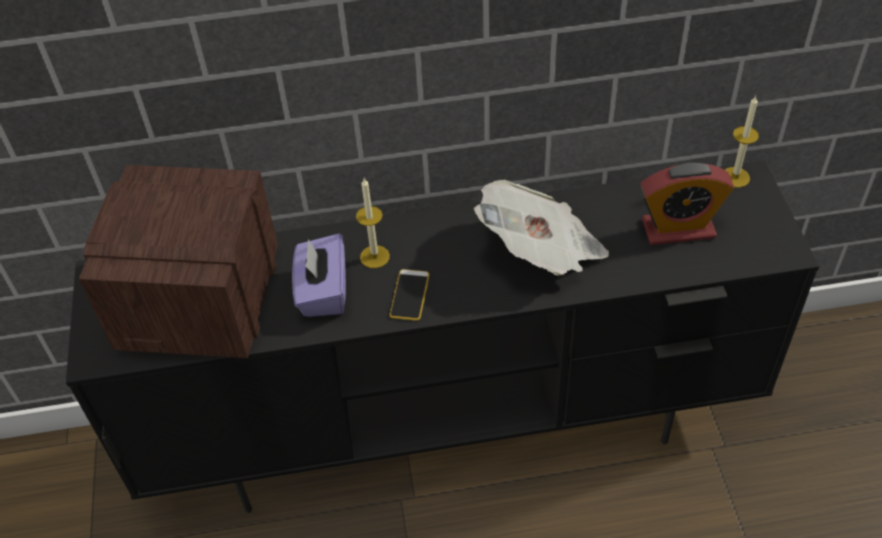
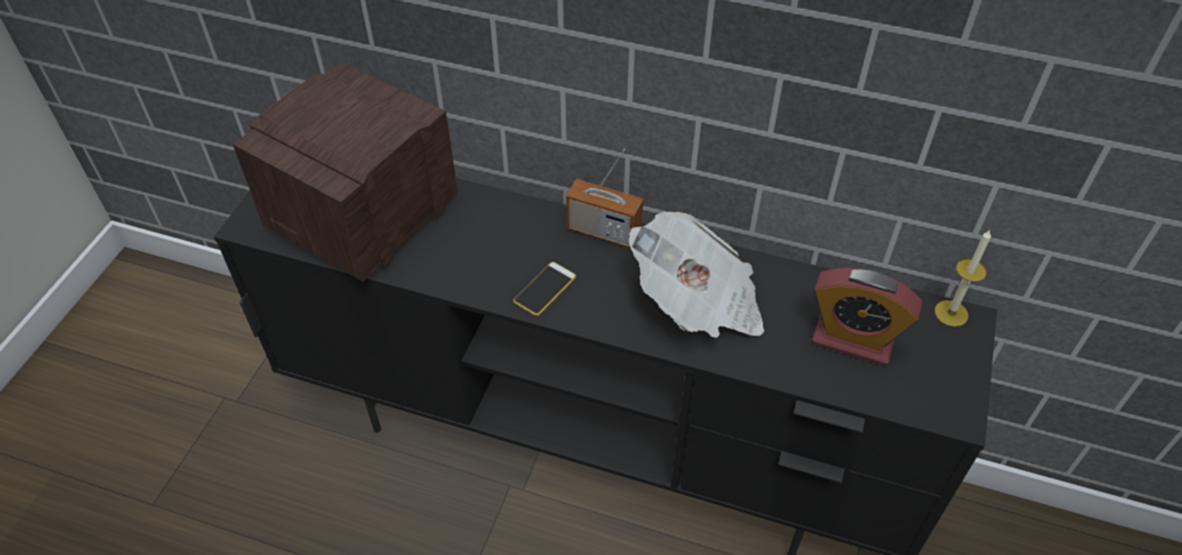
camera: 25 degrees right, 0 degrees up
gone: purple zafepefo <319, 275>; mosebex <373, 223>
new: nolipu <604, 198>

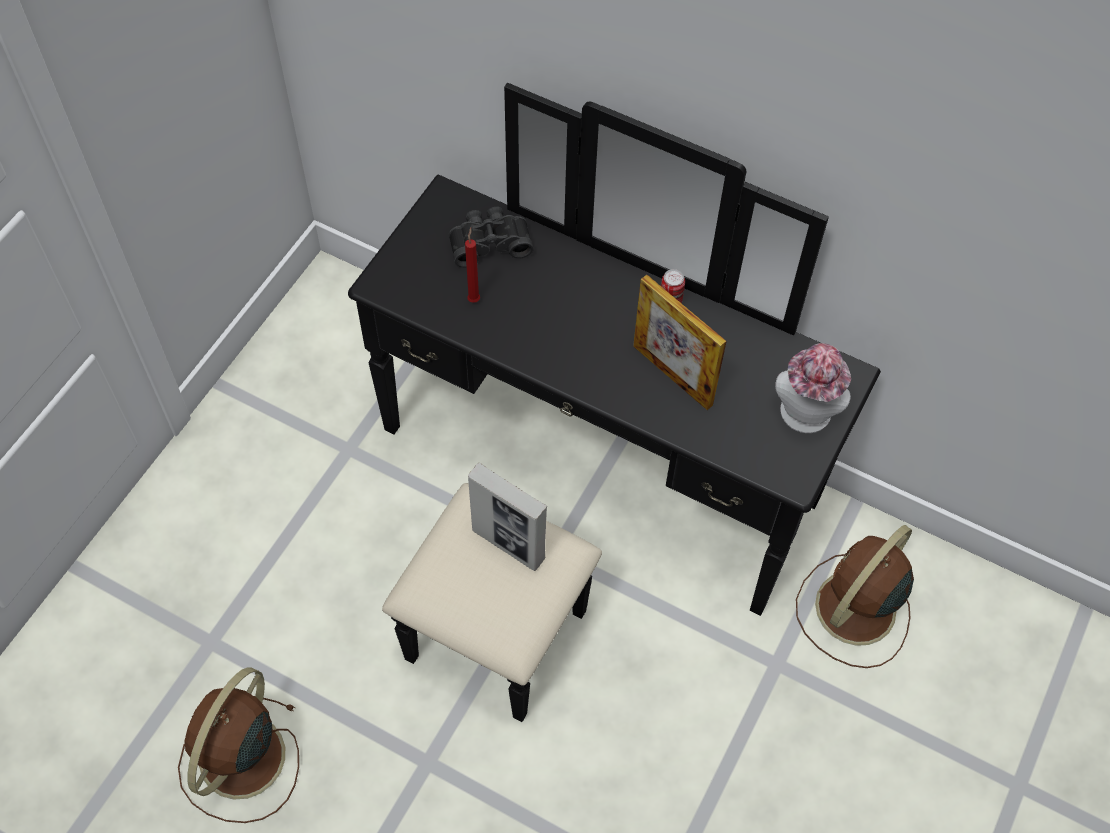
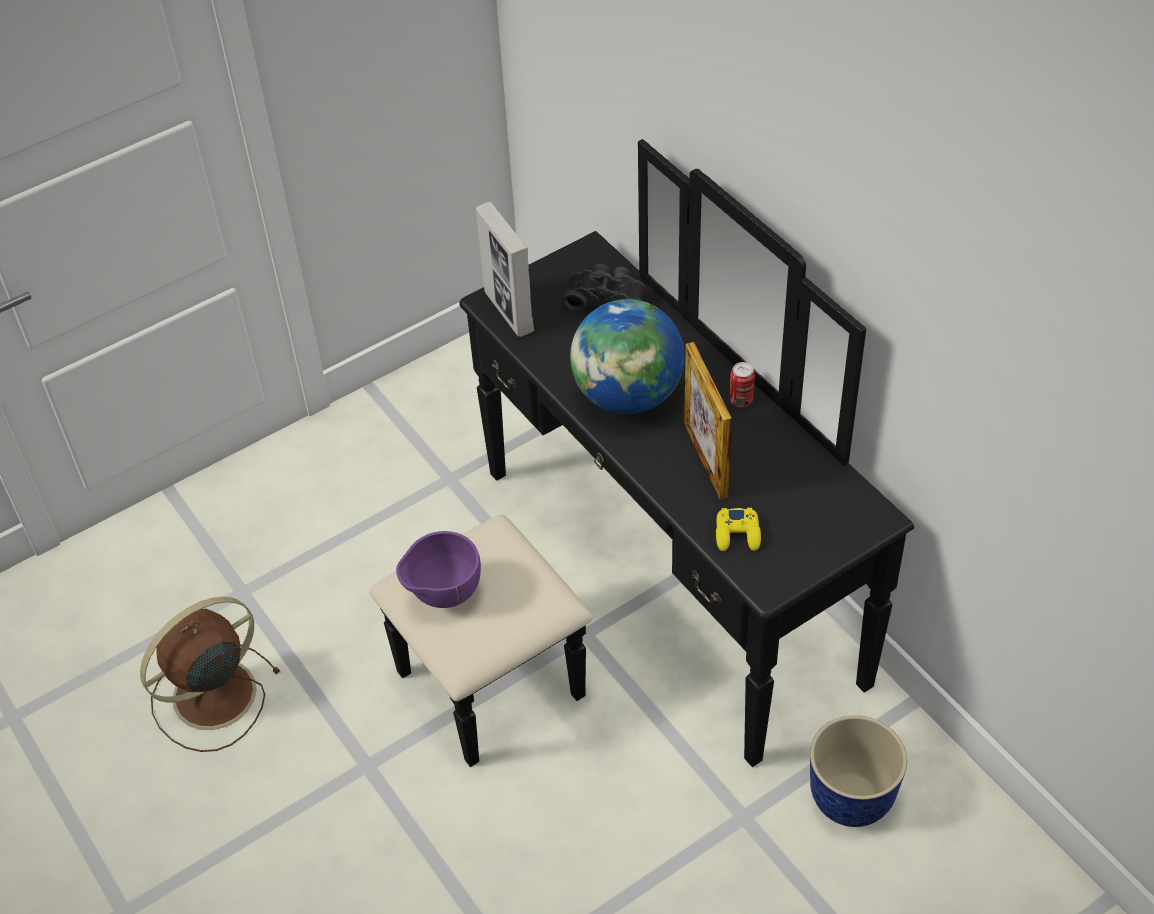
camera: 30 degrees right, 10 degrees down
gone: red mosebex <472, 265>; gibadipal <813, 388>
new: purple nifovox <438, 569>; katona <627, 356>; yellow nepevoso <738, 529>
shifted: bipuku <507, 517> to <505, 269>
swapped: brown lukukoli <855, 596> to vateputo <858, 771>

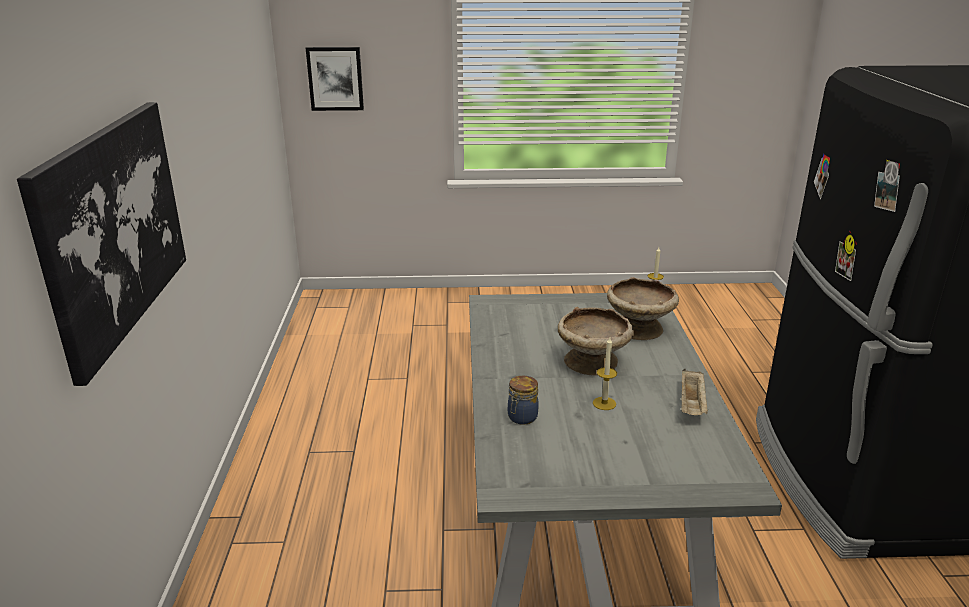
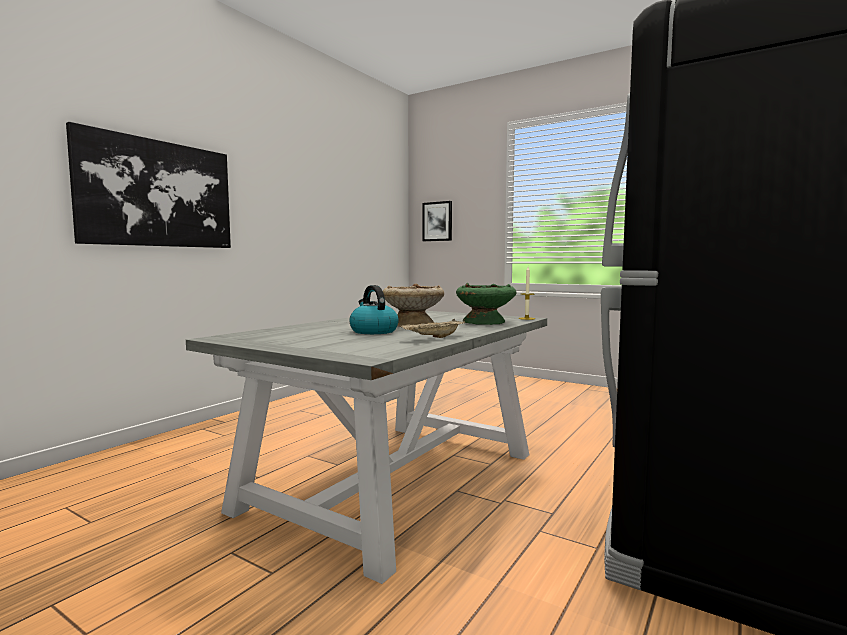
camera: 35 degrees right, 20 degrees down
gone: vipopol <523, 400>
swapped: mosebex <605, 374> to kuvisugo <374, 309>
repainted: beige nifovox <643, 308> to green nifovox <486, 304>

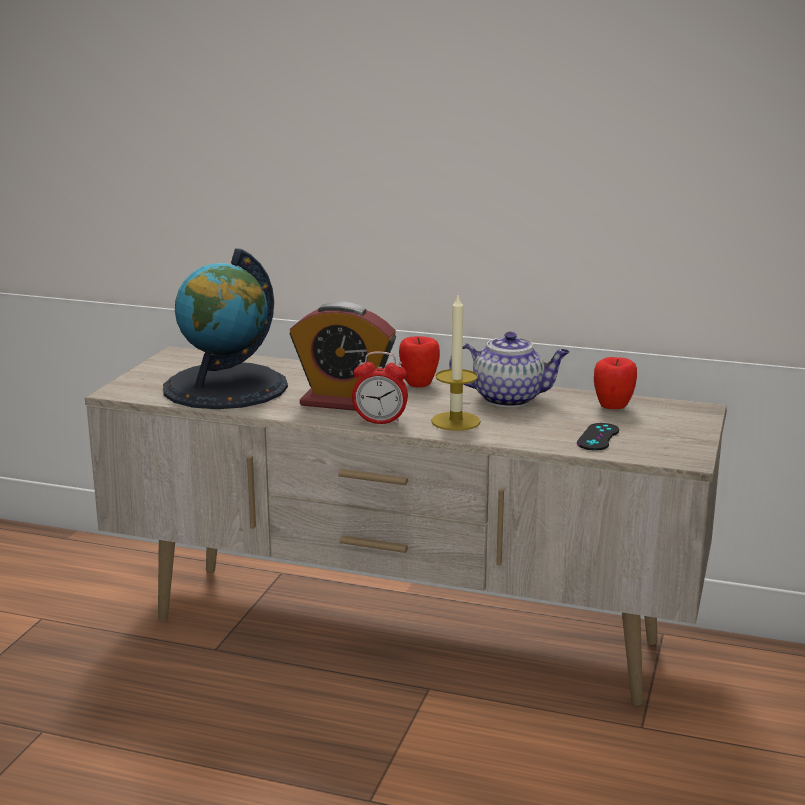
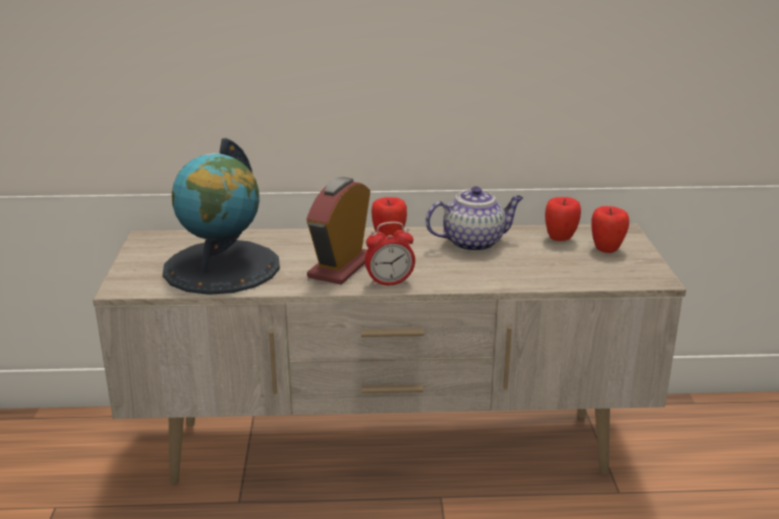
camera: 20 degrees left, 5 degrees up
gone: mosebex <456, 363>; black nepevoso <598, 437>
new: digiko <610, 229>
rotated: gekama <343, 356> = <338, 231> 120 degrees clockwise

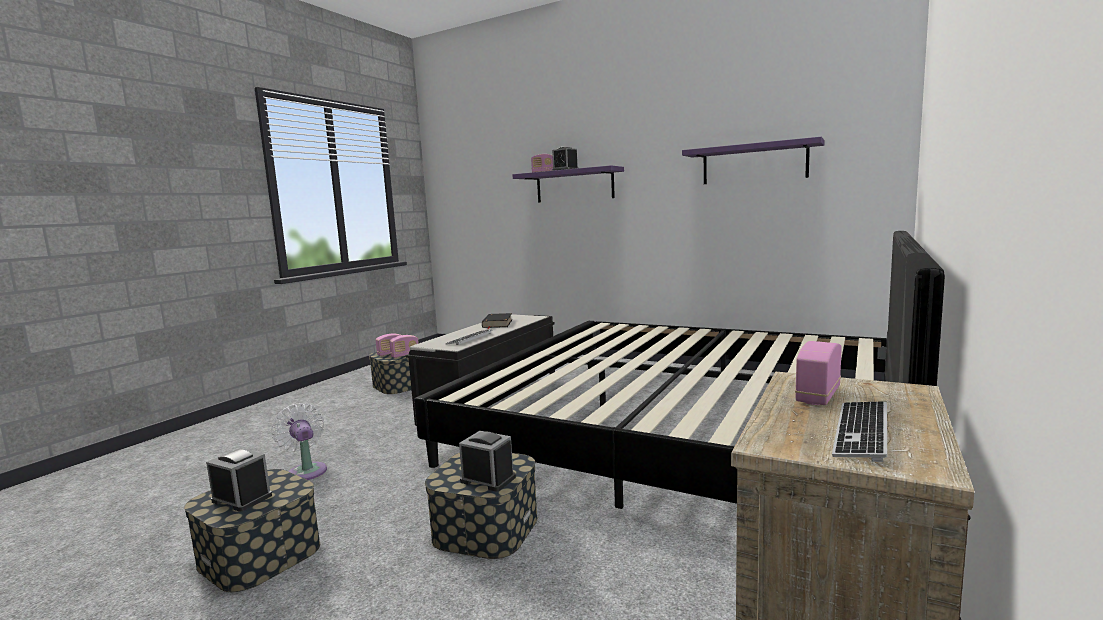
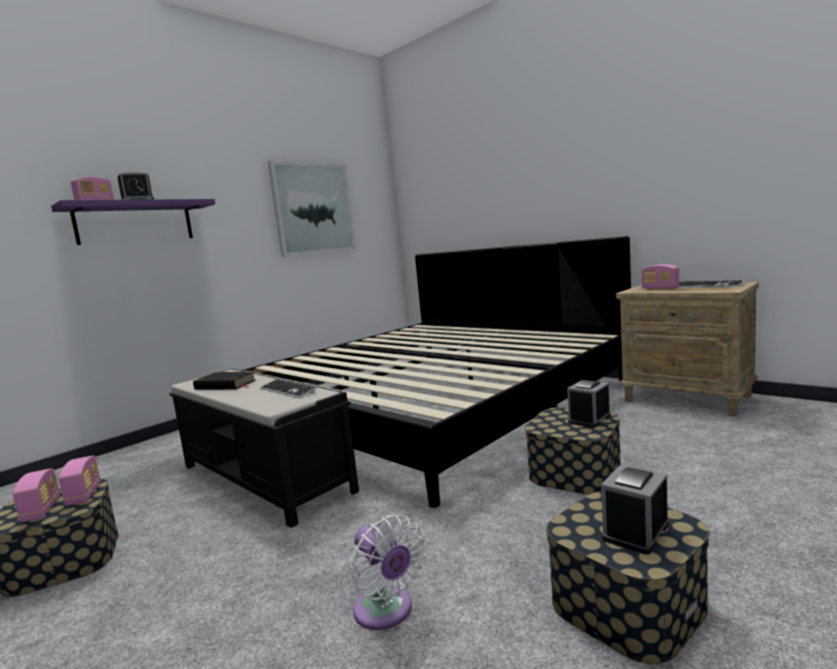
camera: 75 degrees left, 0 degrees up
swapped: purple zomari <753, 160> to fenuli <312, 208>
rotated: white lukukoli <299, 441> = <388, 572> 105 degrees counterclockwise

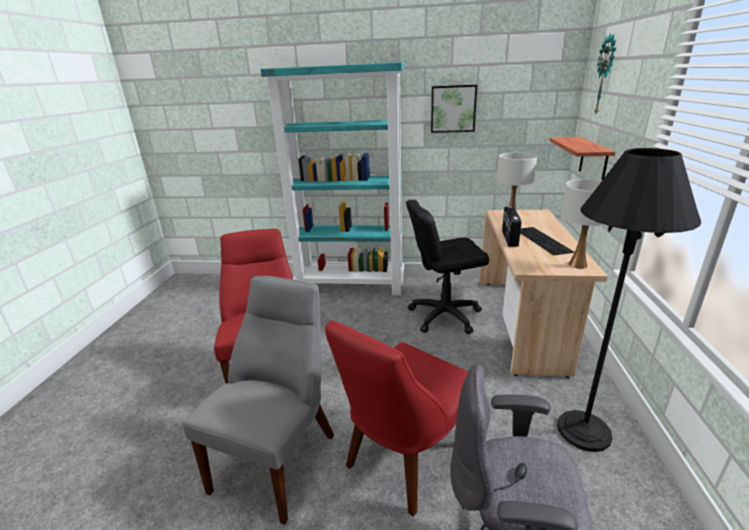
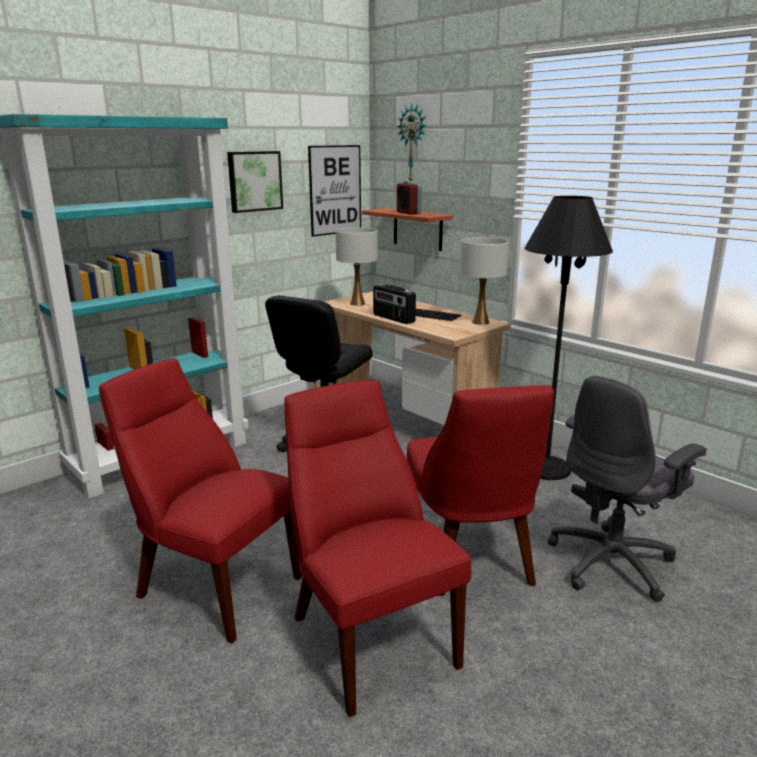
camera: 50 degrees left, 5 degrees down
new: fenuli <334, 191>; gekama <409, 198>
repainted: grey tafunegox <258, 400> to red tafunegox <377, 548>

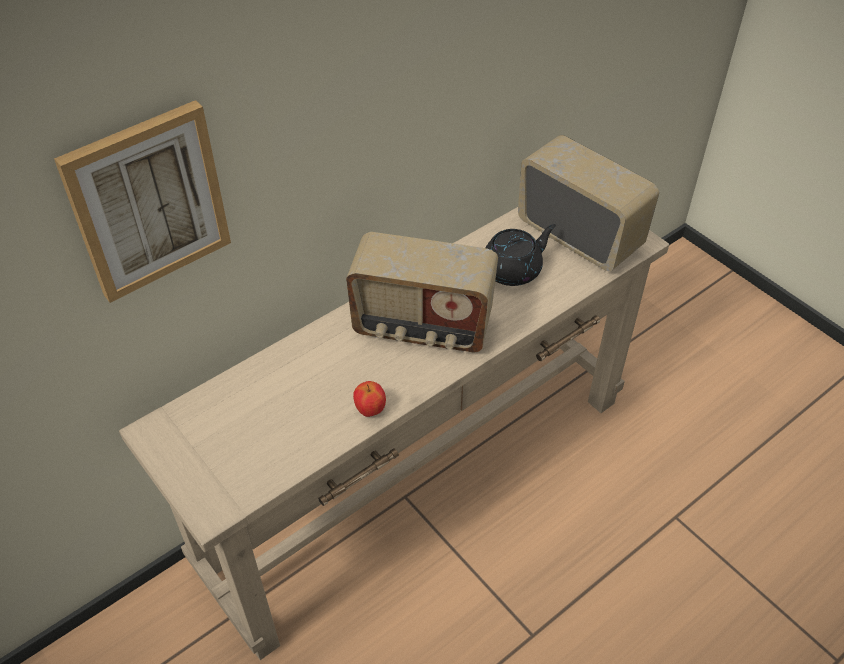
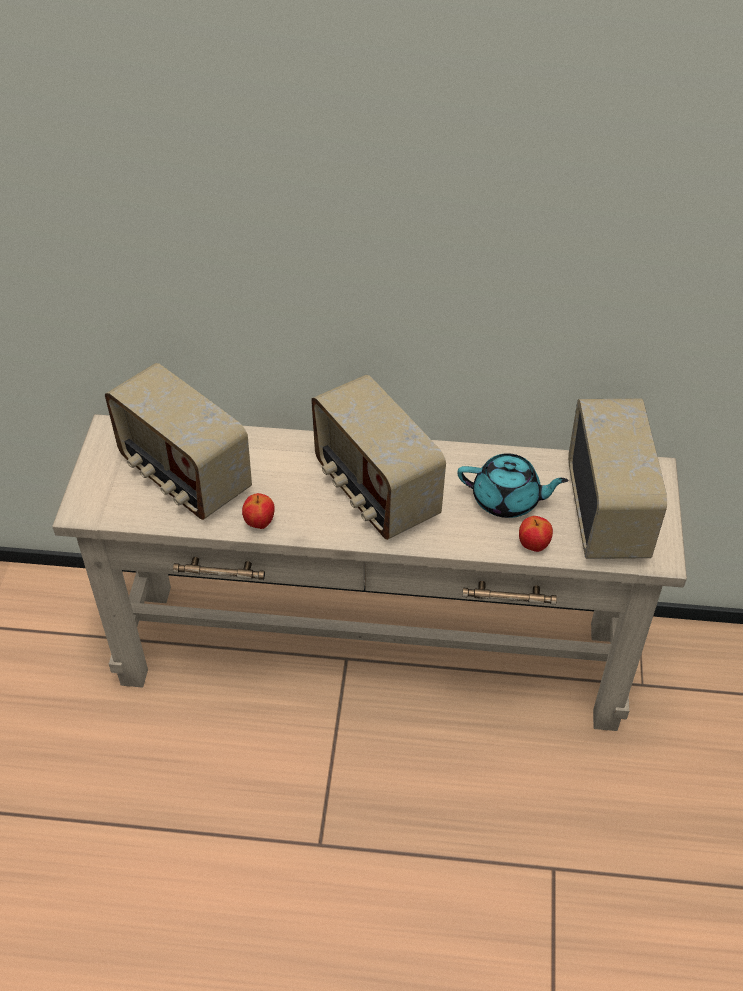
camera: 45 degrees right, 0 degrees up
gone: fenuli <142, 201>
new: nolipu <178, 441>; digiko <536, 534>
repainted: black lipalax <521, 255> to turquoise lipalax <512, 485>

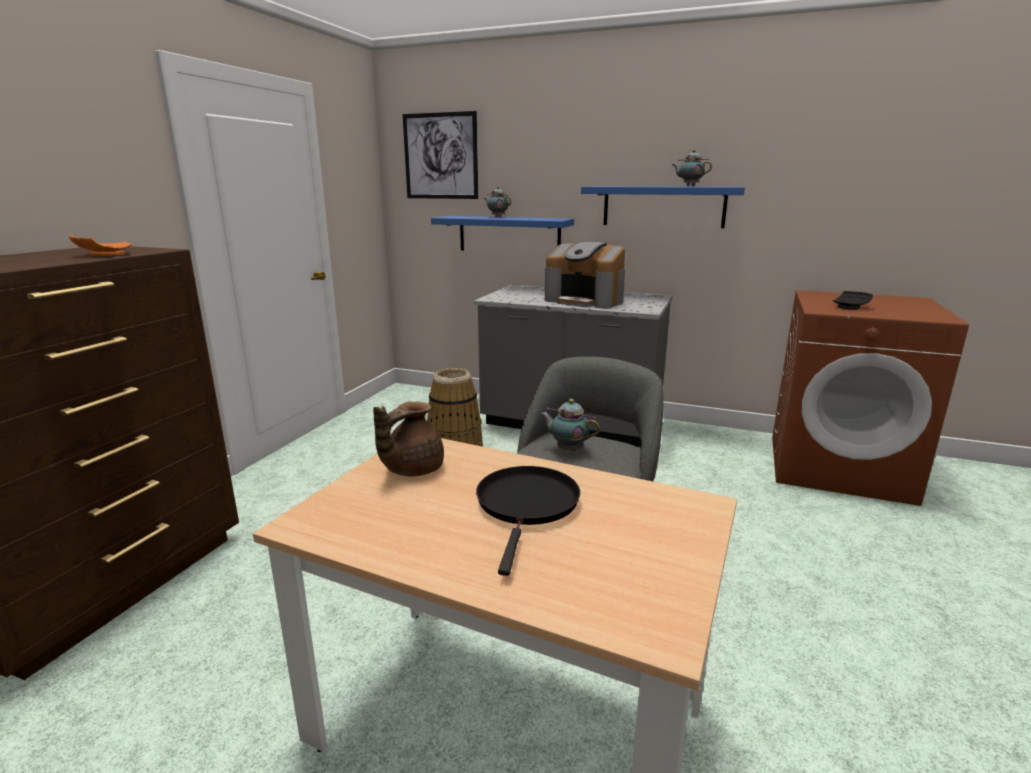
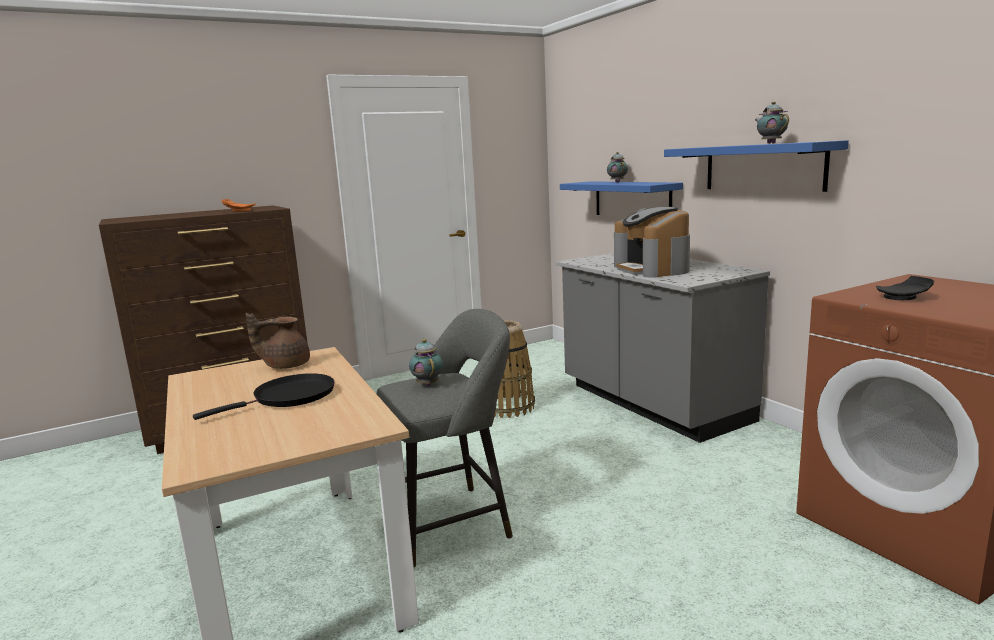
camera: 40 degrees right, 5 degrees down
gone: fenuli <440, 155>

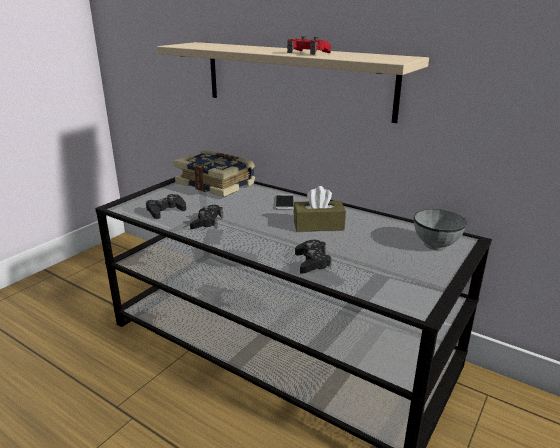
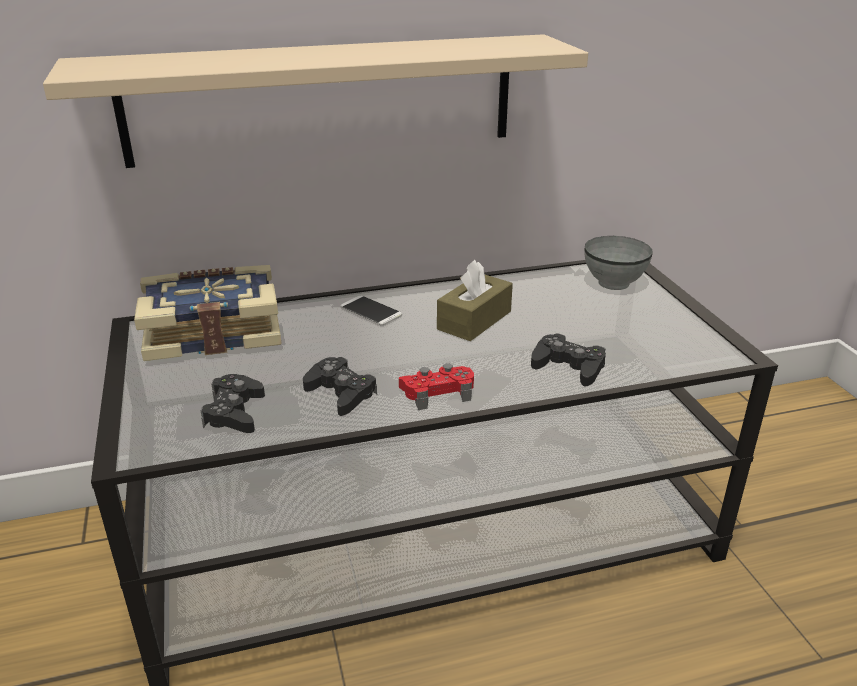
camera: 50 degrees left, 5 degrees up
shifted: red nepevoso <309, 45> to <436, 386>

